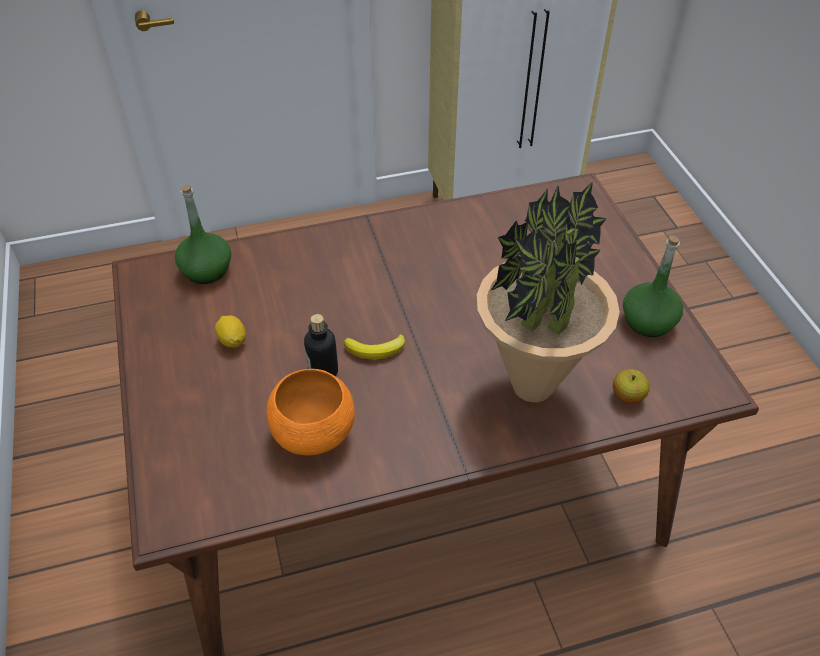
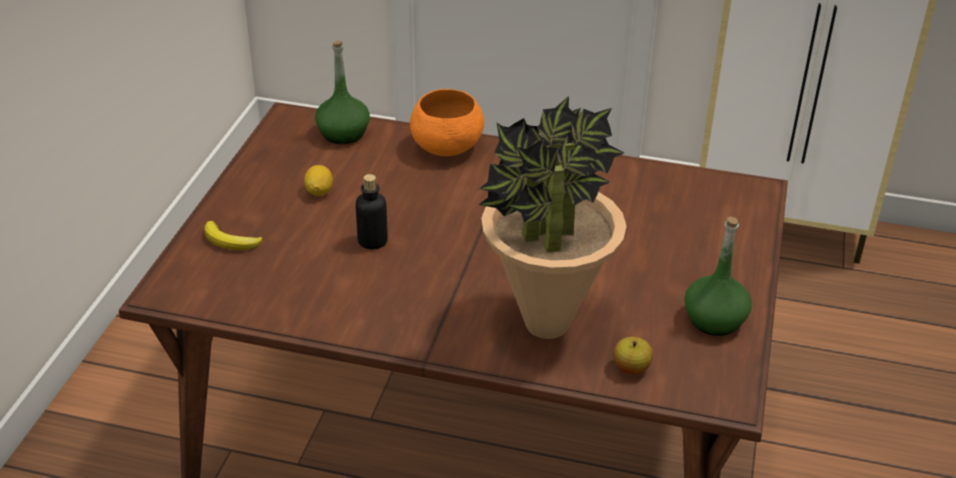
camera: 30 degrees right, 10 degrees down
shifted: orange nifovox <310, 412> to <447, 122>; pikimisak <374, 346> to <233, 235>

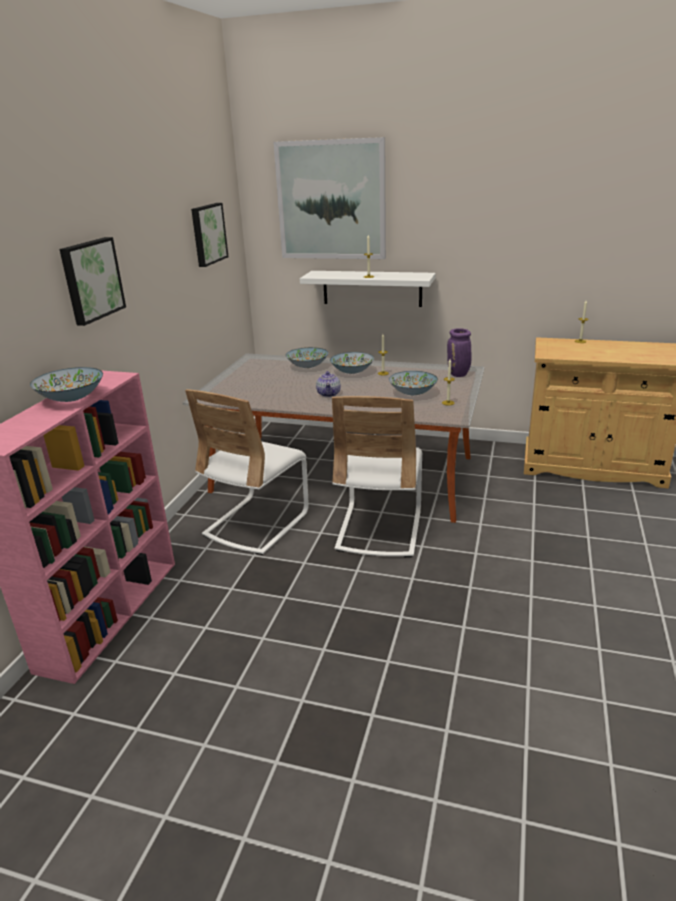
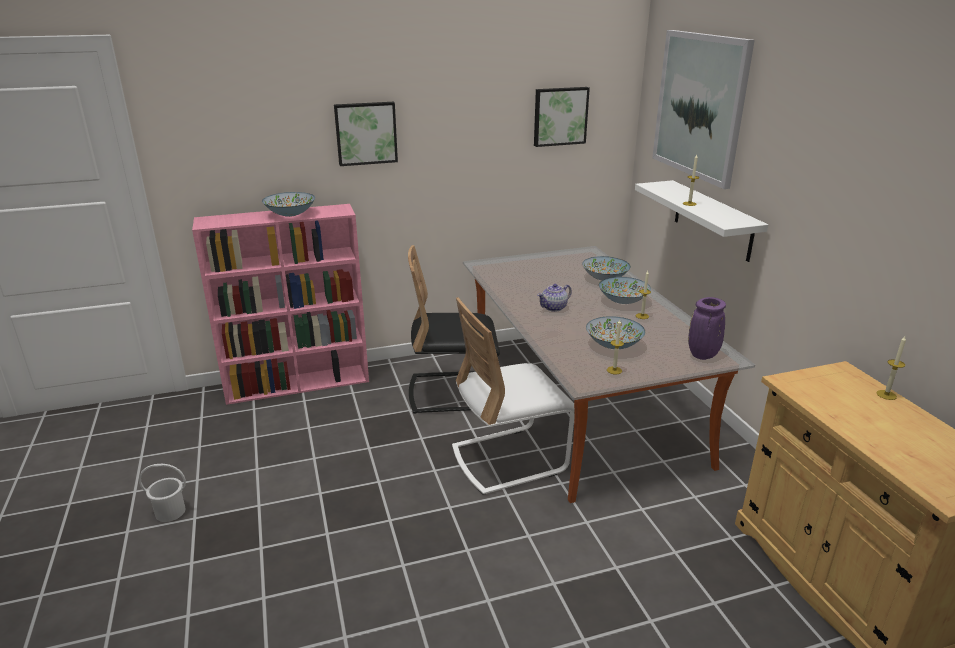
camera: 55 degrees right, 0 degrees up
new: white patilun <162, 492>
repainted: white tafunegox <247, 472> to black tafunegox <454, 329>

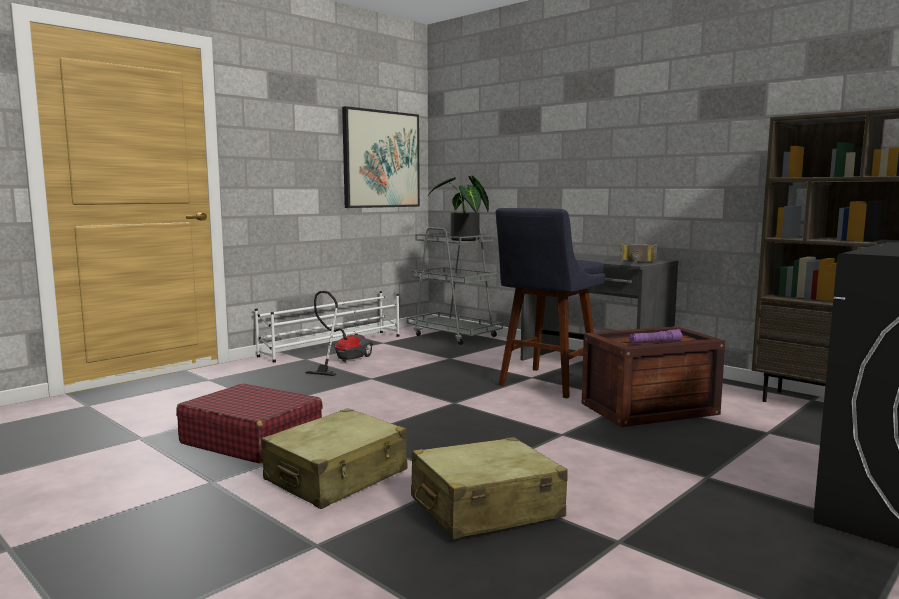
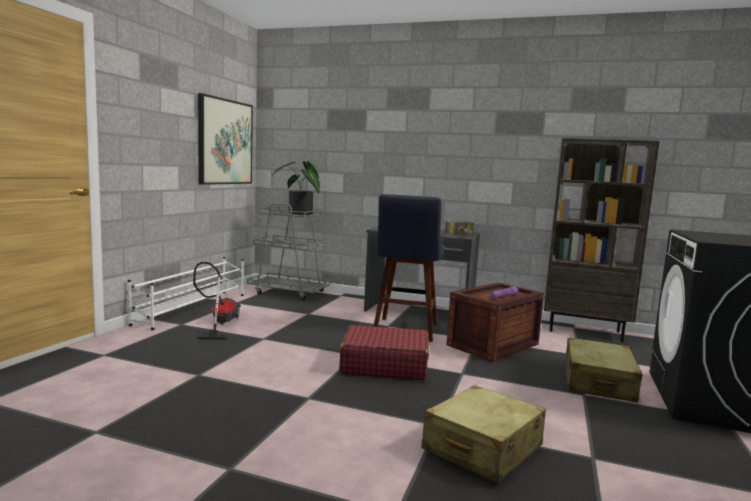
camera: 25 degrees left, 0 degrees up
shifted: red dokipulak <249, 423> to <384, 352>; beige dokipulak <334, 458> to <604, 370>

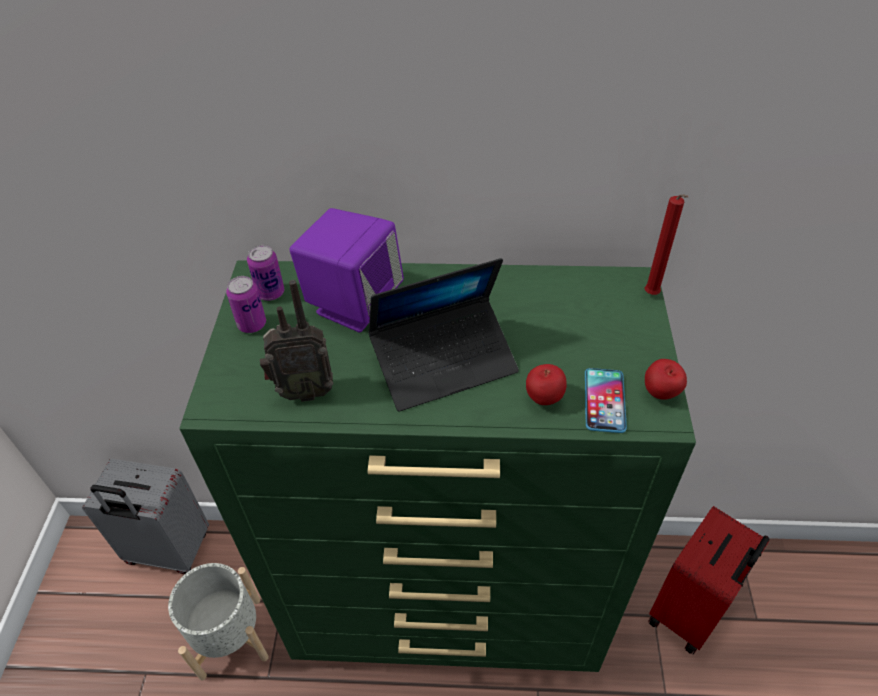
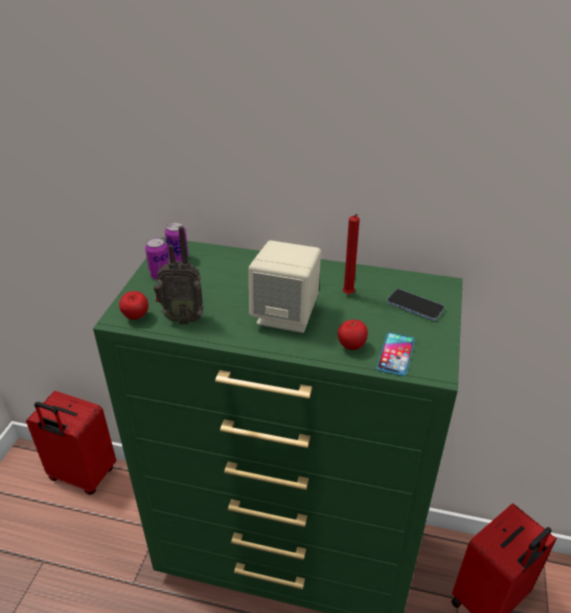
camera: 10 degrees right, 10 degrees down
gone: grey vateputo <218, 621>; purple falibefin <347, 270>
new: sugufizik <416, 305>
shifted: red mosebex <666, 244> to <351, 254>; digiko <666, 379> to <133, 305>
swapped: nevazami <443, 335> to beige falibefin <285, 286>
repainted: grey dokipulak <145, 516> to red dokipulak <71, 443>

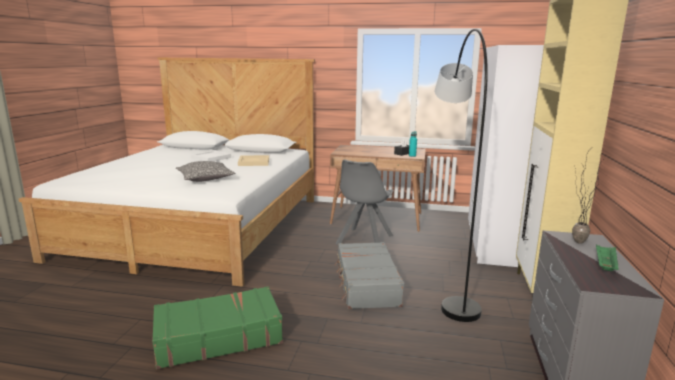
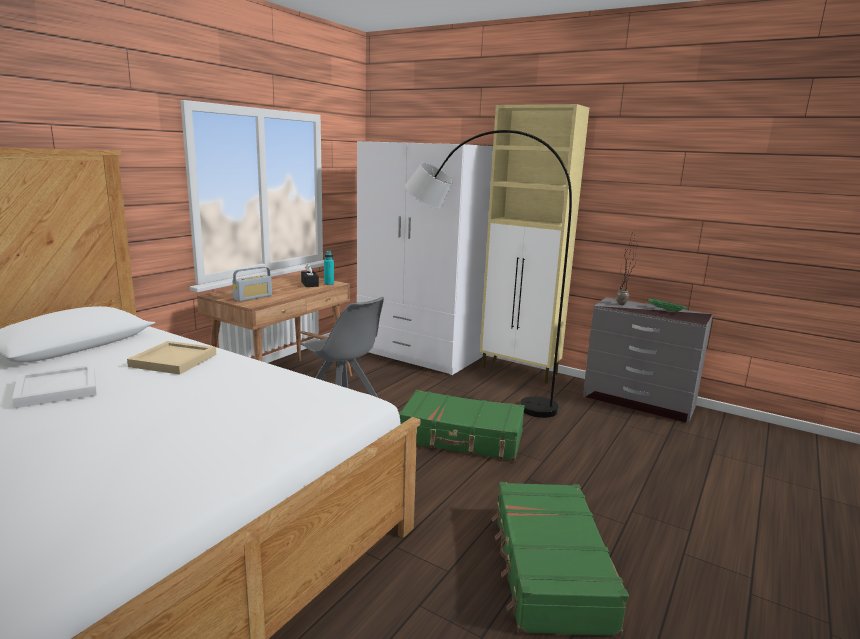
camera: 70 degrees left, 0 degrees up
gone: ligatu <205, 171>
new: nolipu <252, 284>
repainted: grey dokipulak <369, 275> to green dokipulak <462, 425>

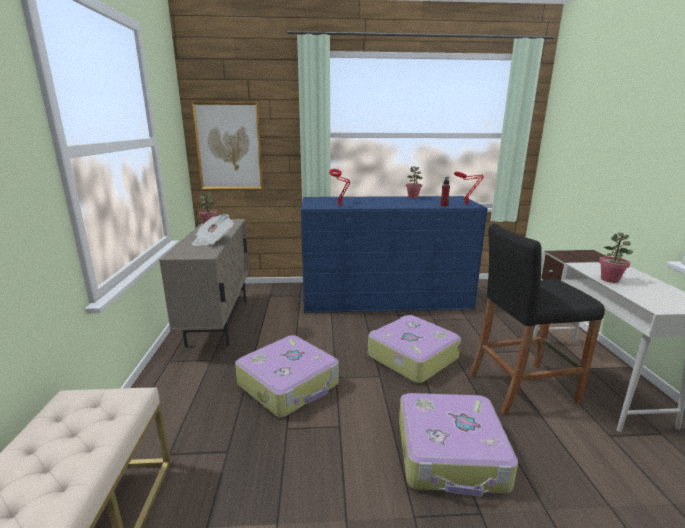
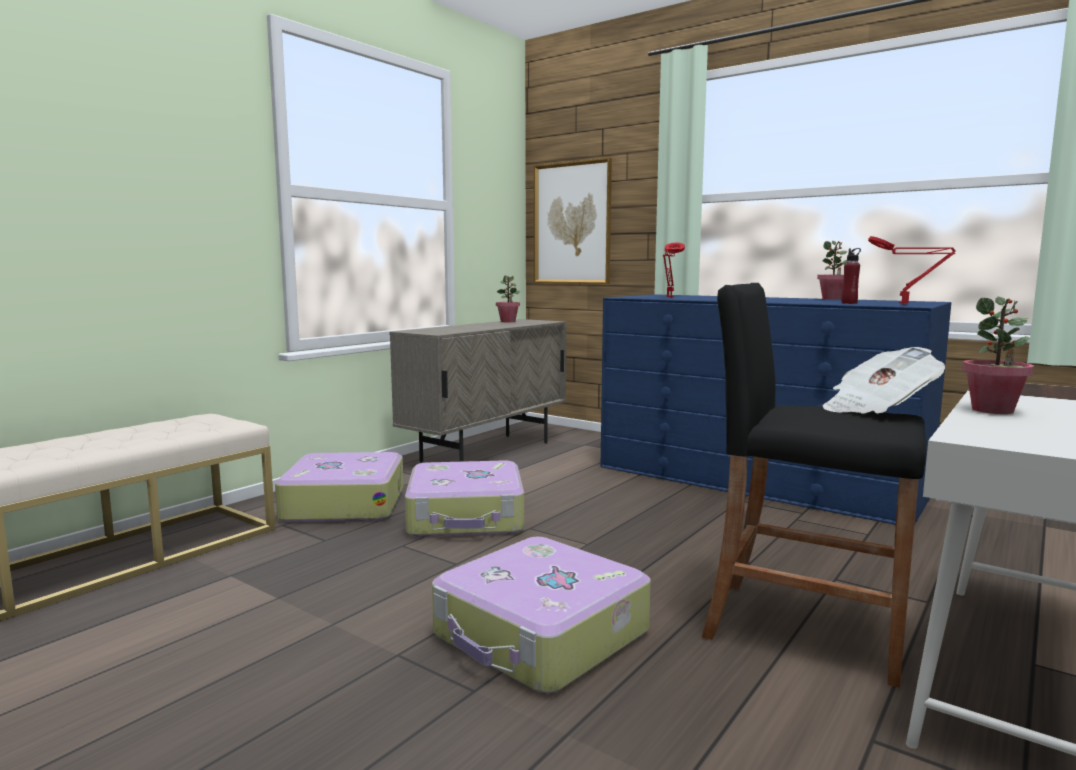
camera: 40 degrees right, 10 degrees down
shifted: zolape <213, 230> to <883, 380>; dokipulak <414, 349> to <339, 487>

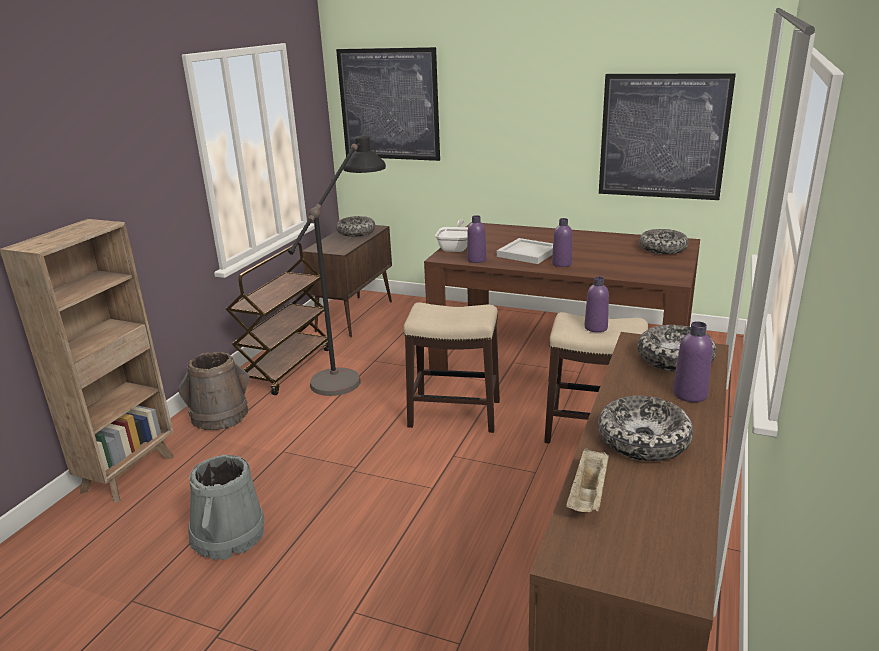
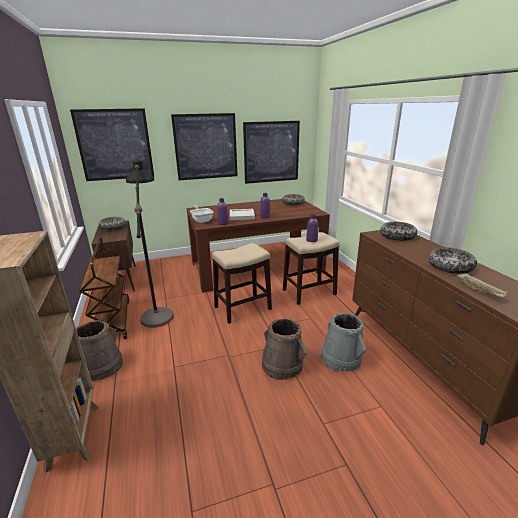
camera: 40 degrees left, 0 degrees up
gone: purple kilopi <692, 361>
new: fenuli <204, 146>; brown patilun <284, 349>
shifted: grey patilun <226, 507> to <343, 342>

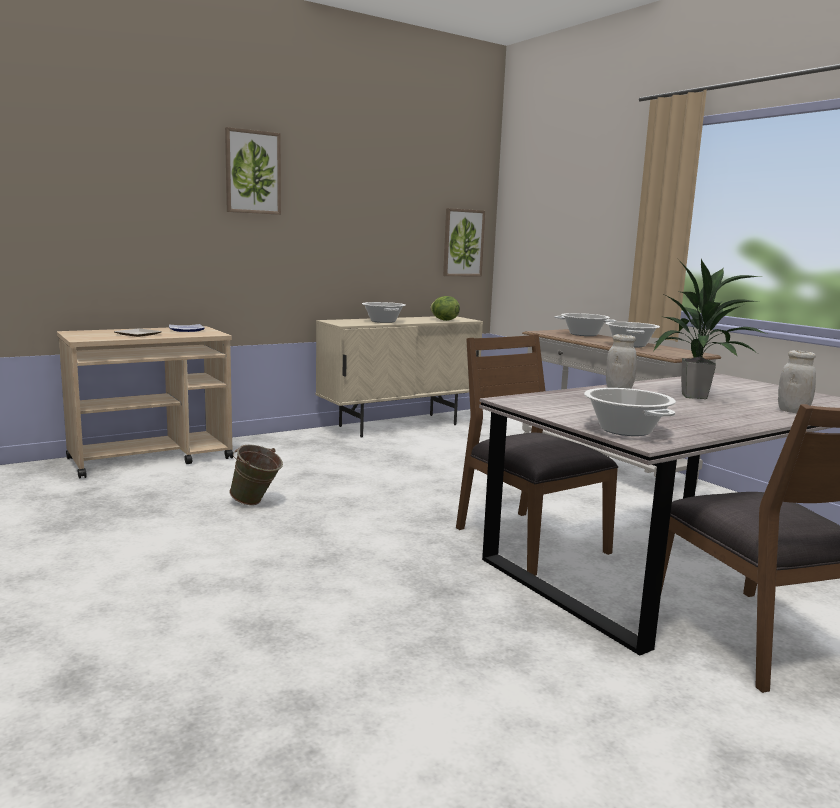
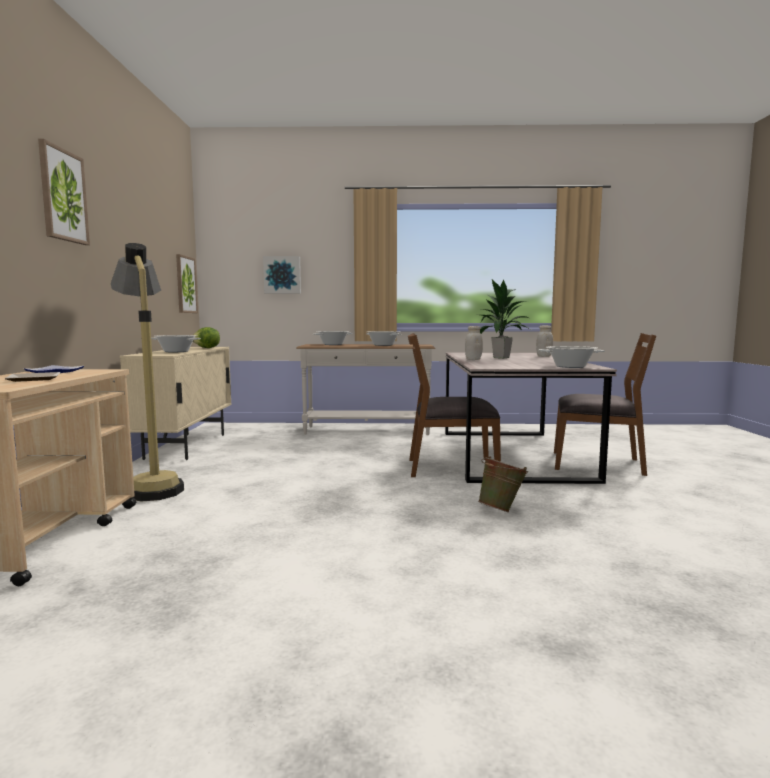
camera: 55 degrees left, 5 degrees down
new: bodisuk <147, 372>; fenuli <282, 275>
shifted: green patilun <256, 474> to <503, 484>

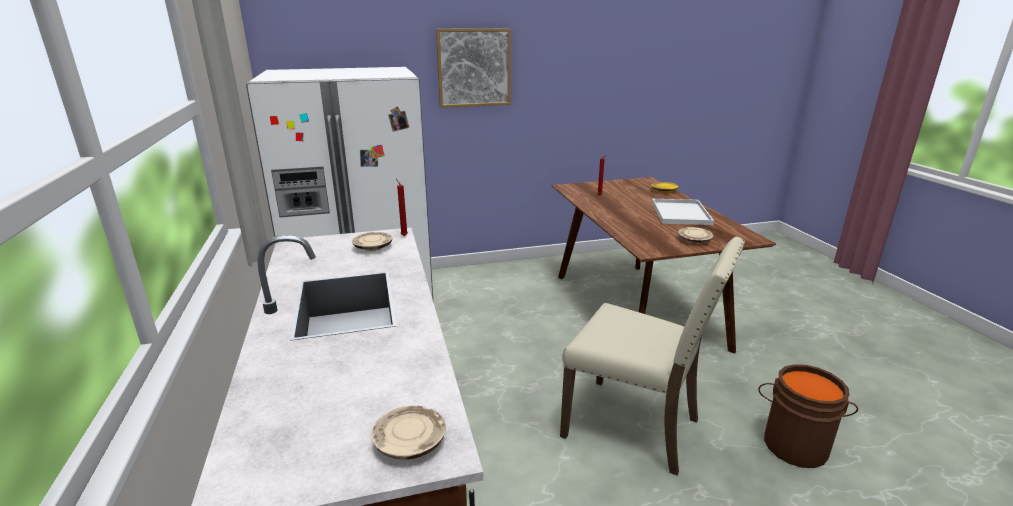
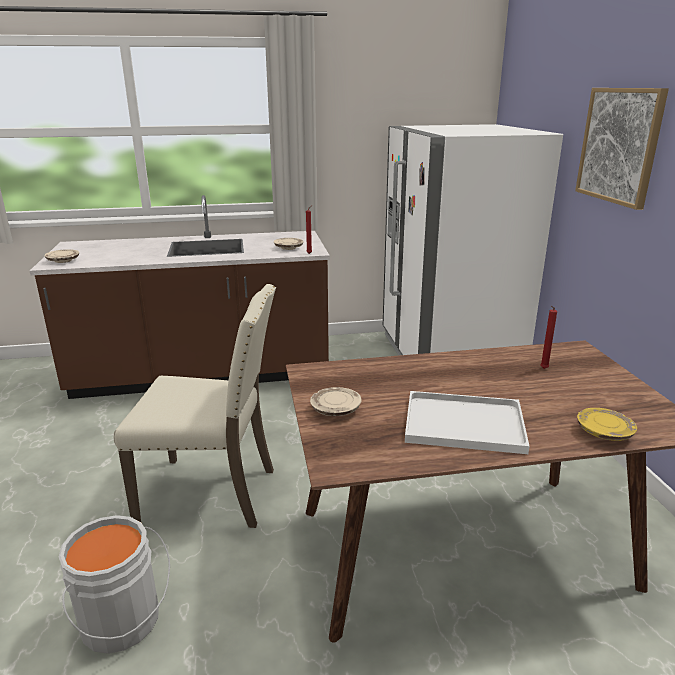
camera: 95 degrees right, 0 degrees up
repainted: brown patilun <808, 416> to grey patilun <114, 584>
rotated: beige tafunegox <652, 356> = <195, 406> 120 degrees counterclockwise

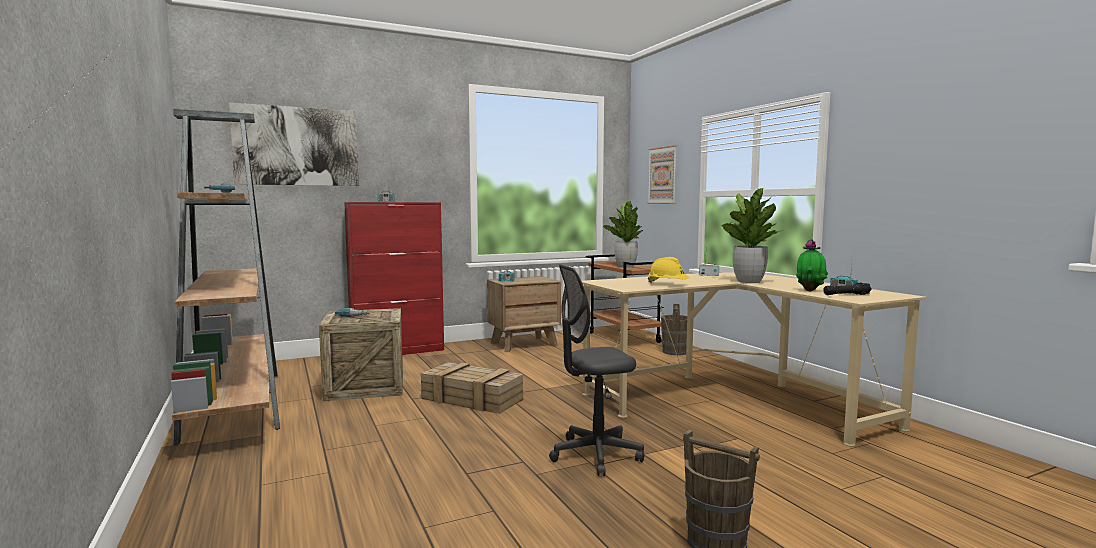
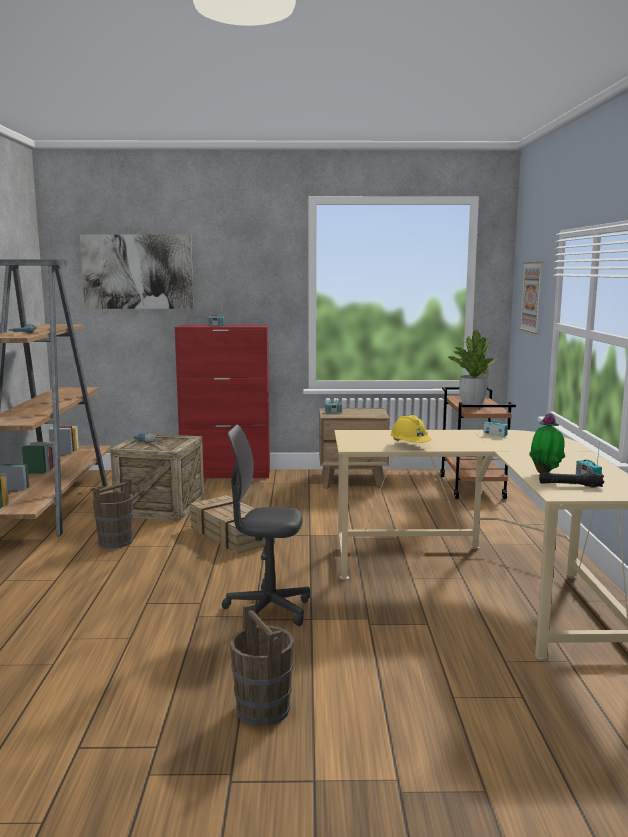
camera: 25 degrees right, 5 degrees up
gone: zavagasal <753, 235>
shifted: brown patilun <674, 329> to <113, 513>

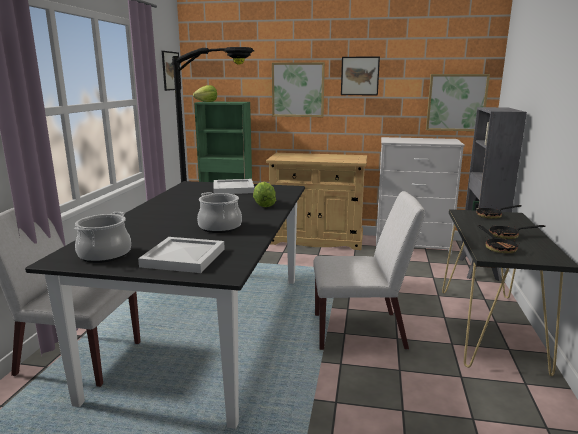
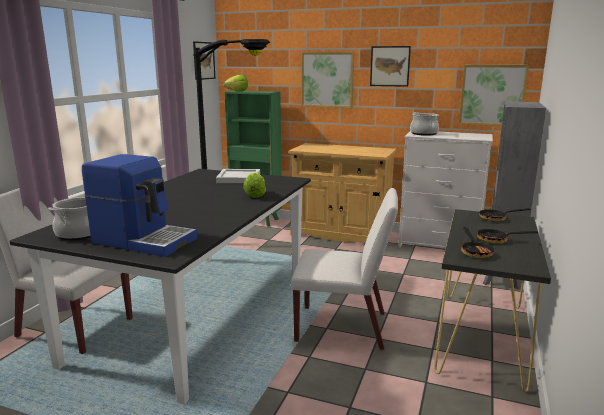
camera: 10 degrees right, 0 degrees up
shifted: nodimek <219, 212> to <424, 124>
swapped: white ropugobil <181, 255> to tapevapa <139, 205>

